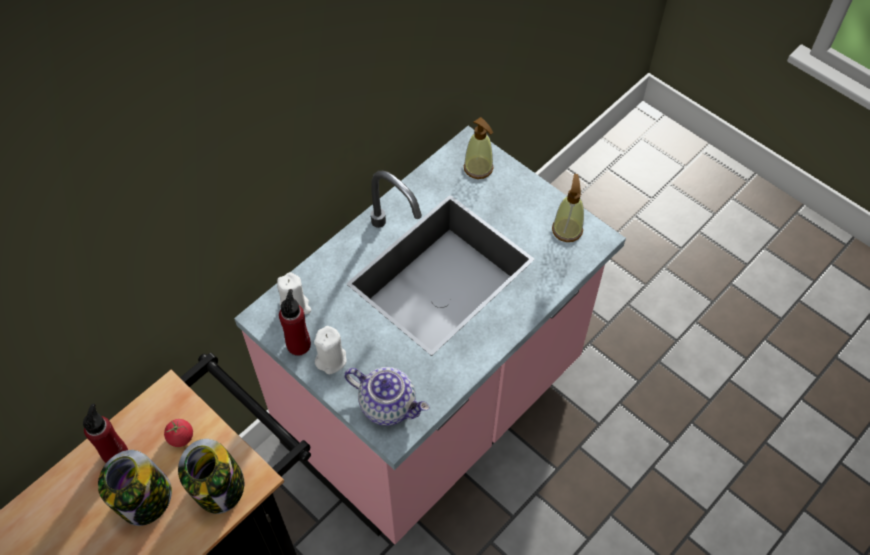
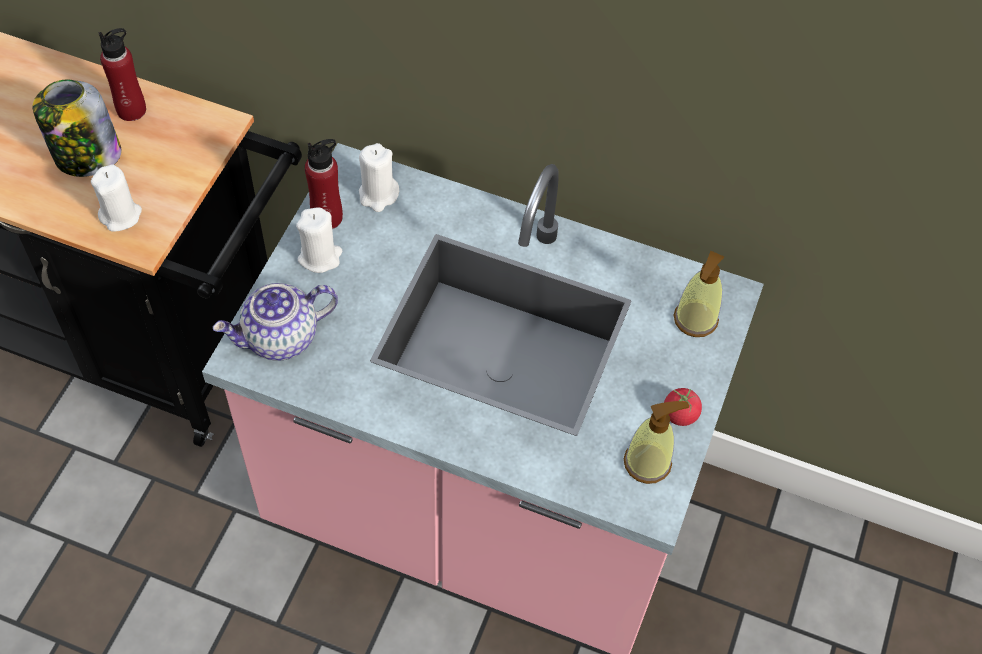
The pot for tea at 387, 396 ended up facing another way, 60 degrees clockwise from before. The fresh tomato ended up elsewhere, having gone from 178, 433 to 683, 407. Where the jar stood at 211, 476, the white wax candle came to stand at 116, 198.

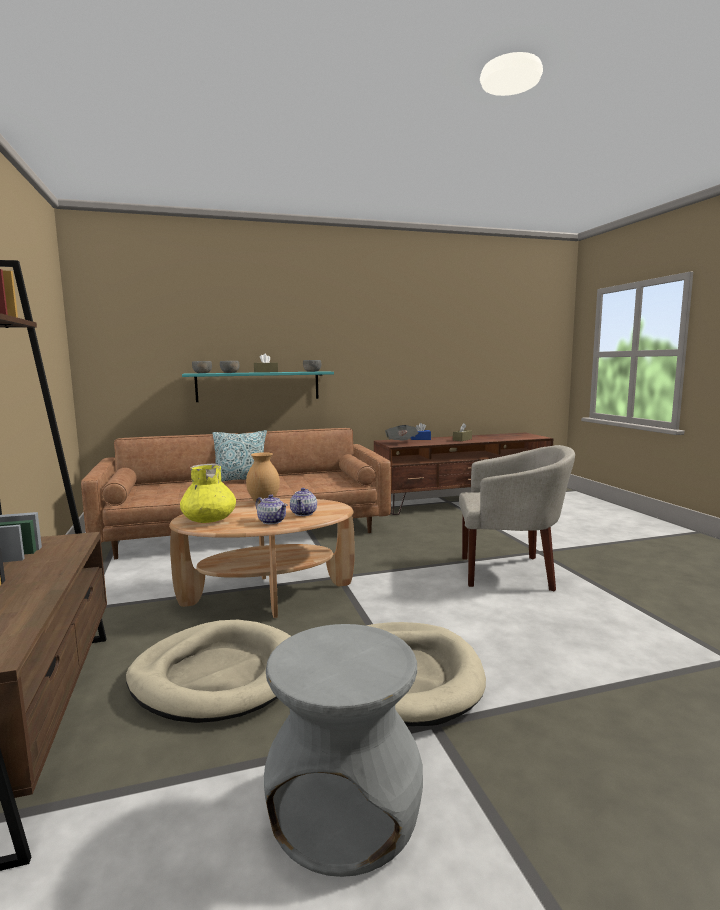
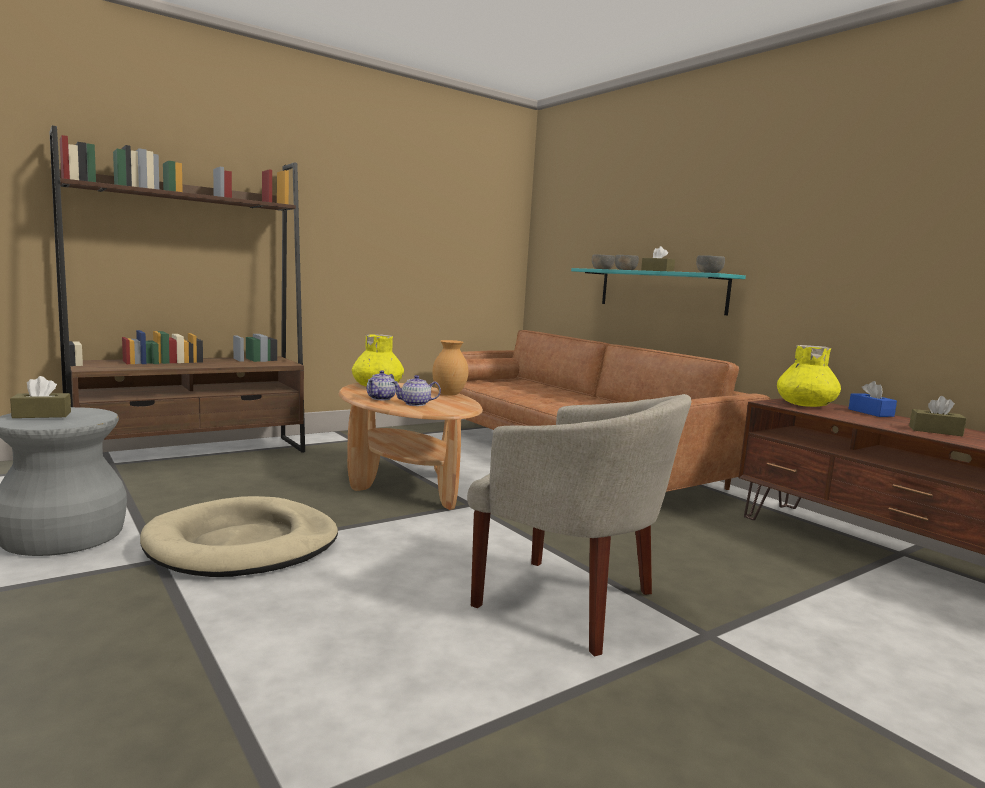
Where the printed paper stood at 402, 432, the yellow-coloured vase came to stand at 809, 376. The second view lost the throw pillow at 240, 456. The beige-coloured armchair at 517, 518 ended up facing another way, 45 degrees counterclockwise from before. The second view lost the beige-coloured pet bed at 208, 671. The second view gained the brown tissue holder at 40, 397.

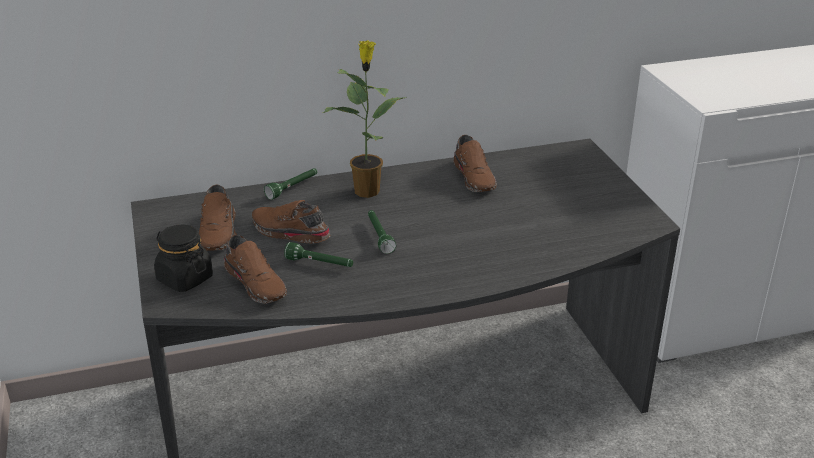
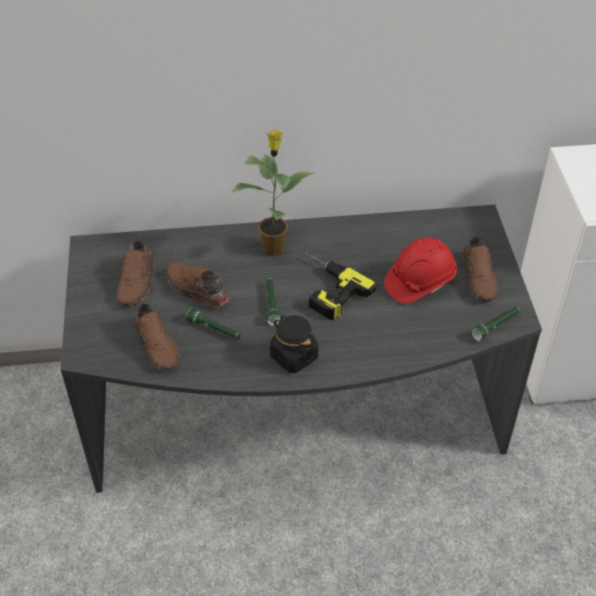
The brown low shoe ended up elsewhere, having gone from 475, 163 to 480, 268. The green-coloured flashlight ended up elsewhere, having gone from 290, 184 to 496, 323. The black-coloured jar ended up elsewhere, having gone from 183, 258 to 294, 344. The second view gained the red-coloured work helmet at 420, 271. The second view gained the electric drill at 340, 286.

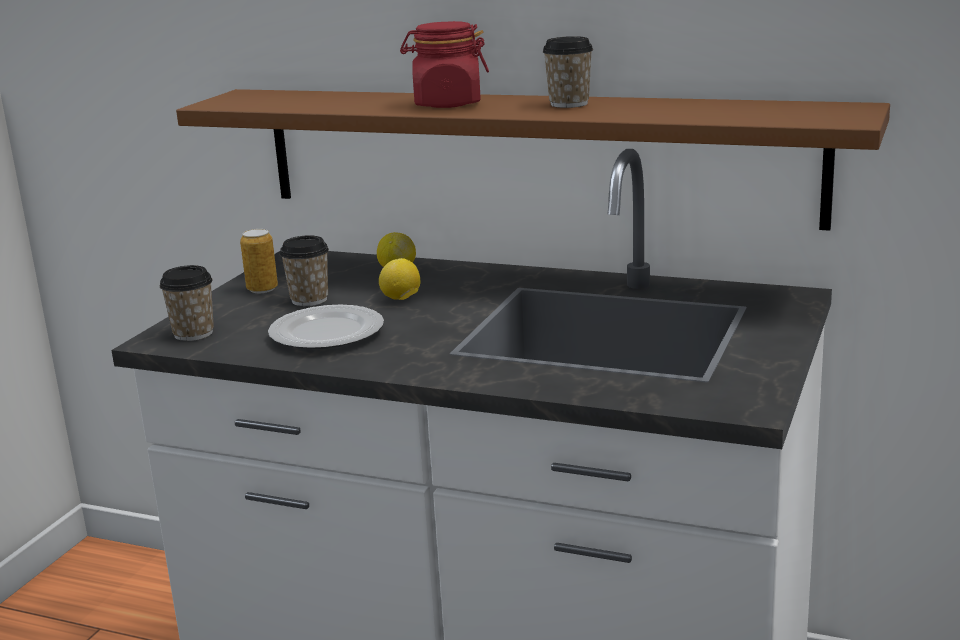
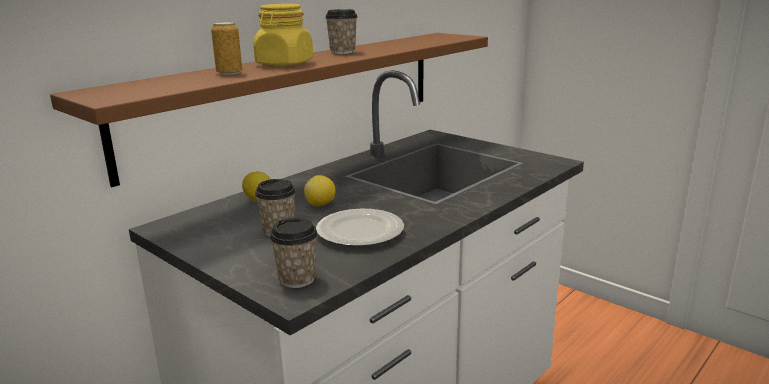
What was the red-coloured jar at 444, 64 turned into the yellow-coloured jar at 283, 35. The metal can ended up elsewhere, having gone from 259, 261 to 226, 48.

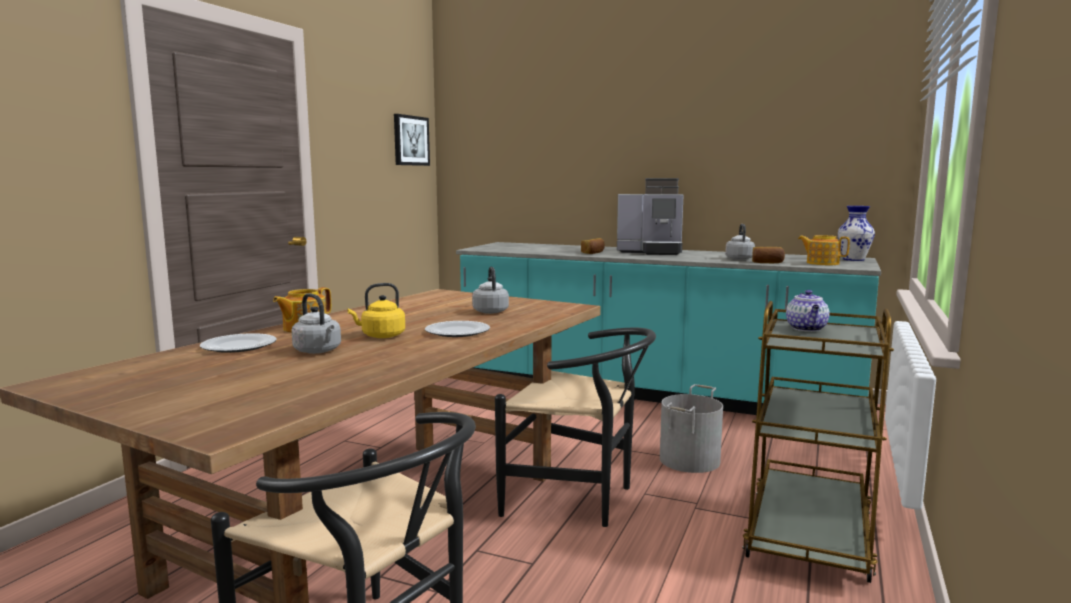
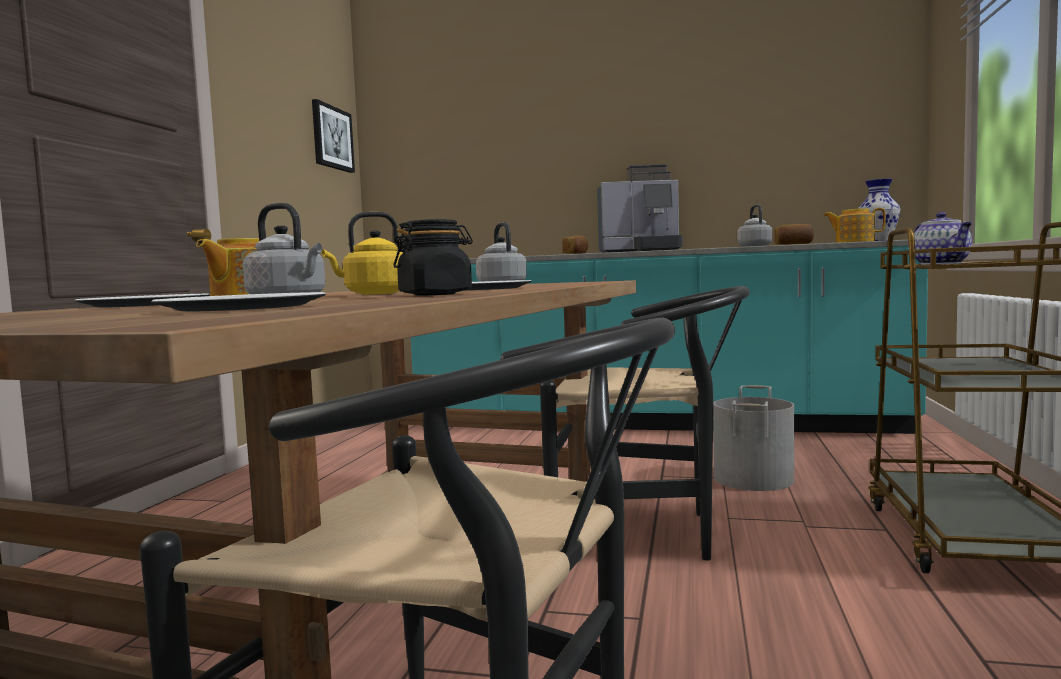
The second view gained the black-coloured jar at 433, 257. The second view gained the dinner plate at 238, 301.

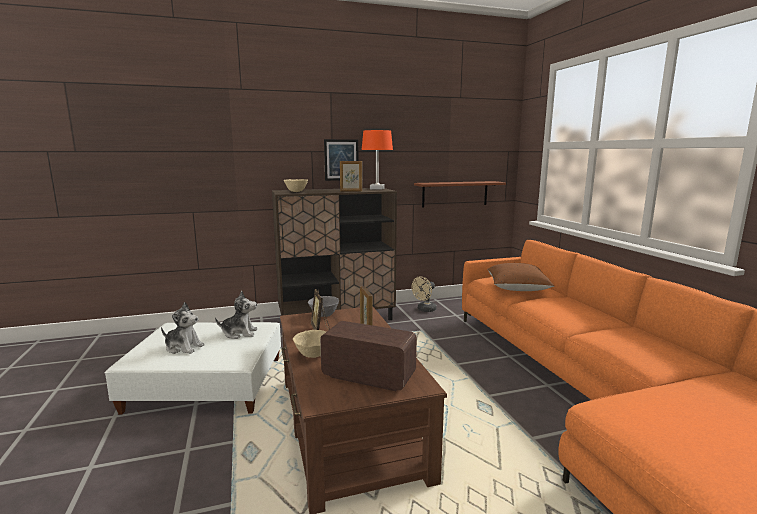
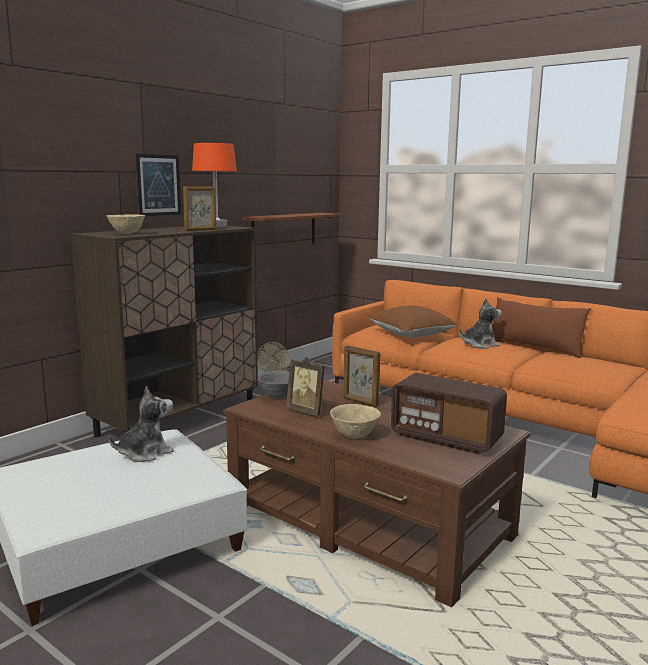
The soft toy ended up elsewhere, having gone from 183, 328 to 480, 323. The radio receiver at 368, 356 ended up facing another way, 135 degrees counterclockwise from before. The second view gained the brown throw pillow at 541, 327.

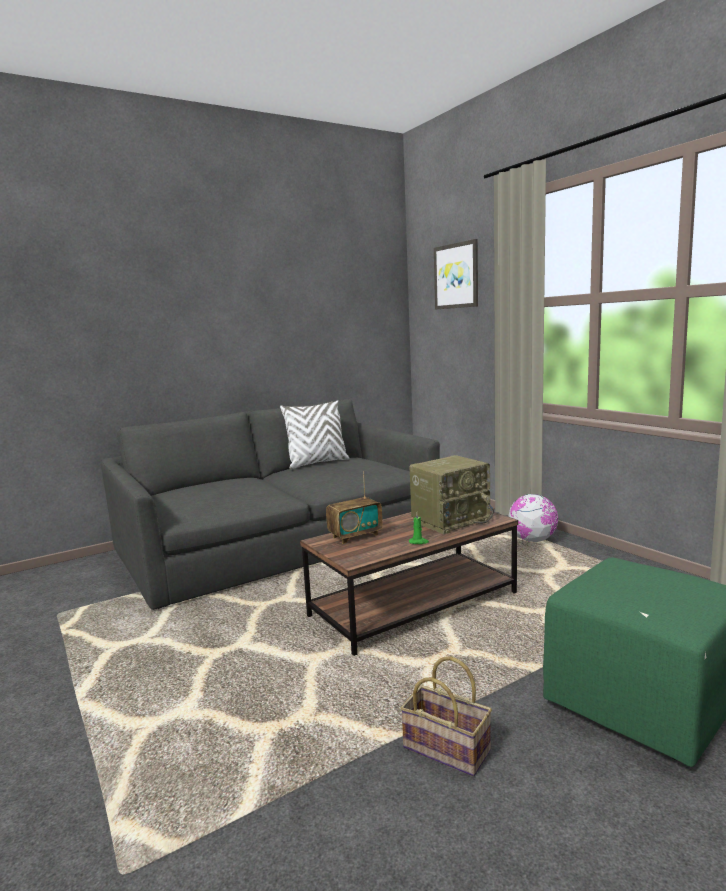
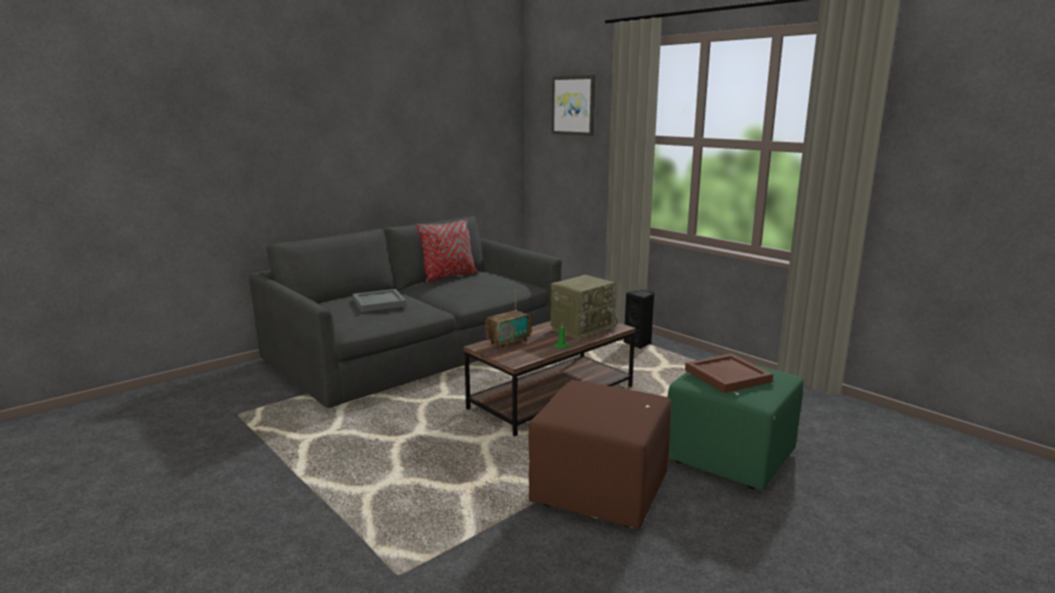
What was the white throw pillow at 314, 434 turned into the red-coloured throw pillow at 447, 251. Where the world globe stood at 533, 518, the black-coloured loudspeaker came to stand at 639, 319. Where the basket stood at 446, 716, the brown footrest came to stand at 599, 454. The second view gained the greyish tray at 380, 300. The second view gained the brown tray at 729, 373.

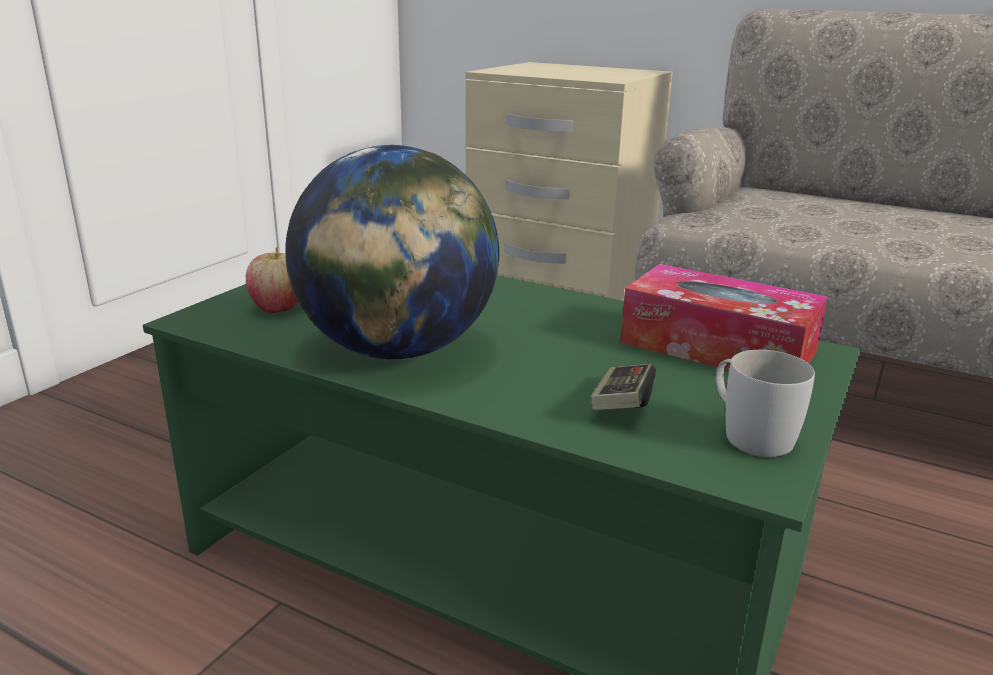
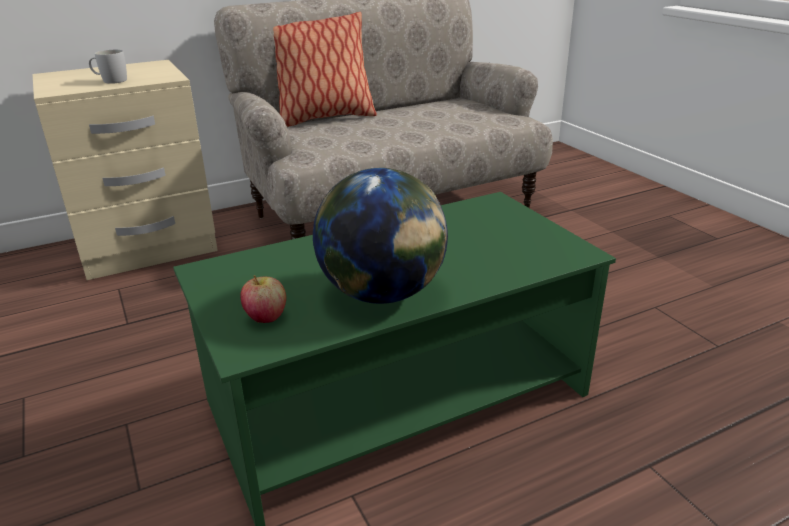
The second view lost the tissue holder at 723, 317. The white mug ended up elsewhere, having gone from 765, 403 to 108, 67. The second view lost the gamepad at 623, 387. The second view gained the throw pillow at 325, 69.

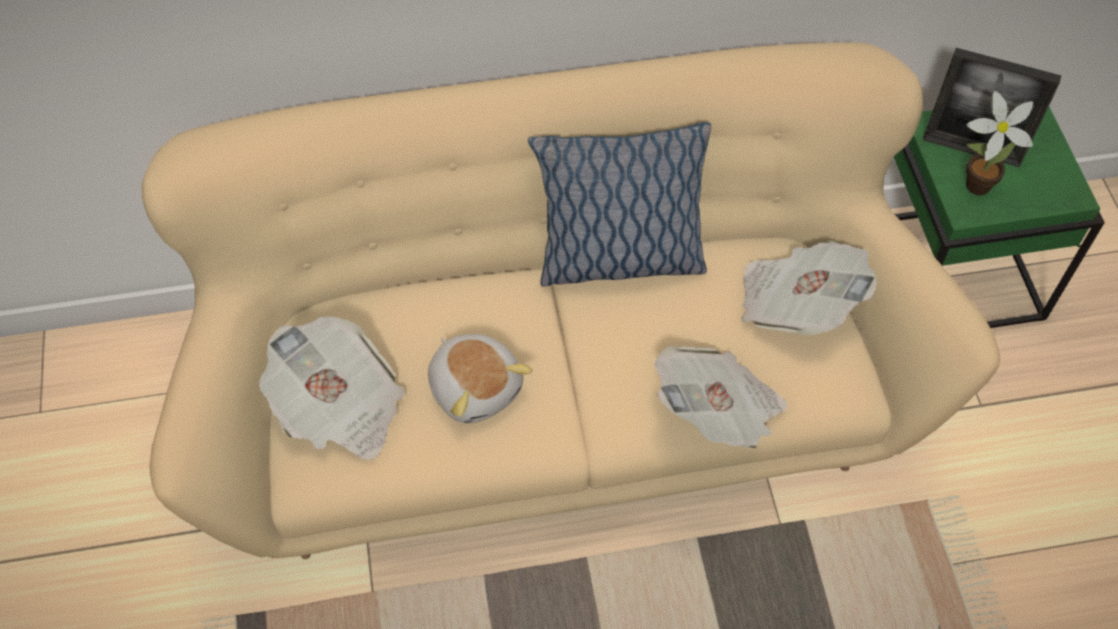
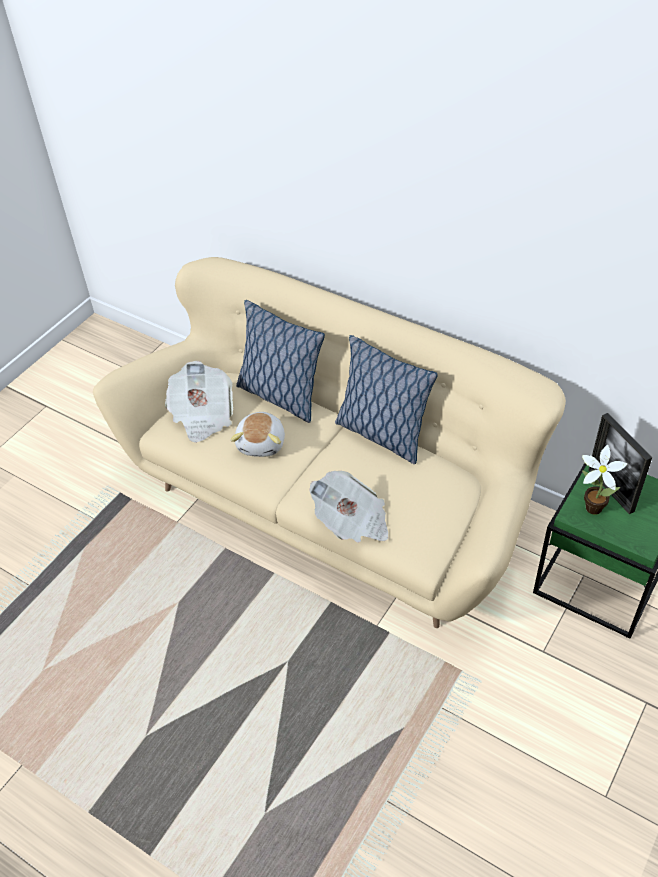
The second view lost the printed paper at 809, 288. The second view gained the throw pillow at 280, 361.

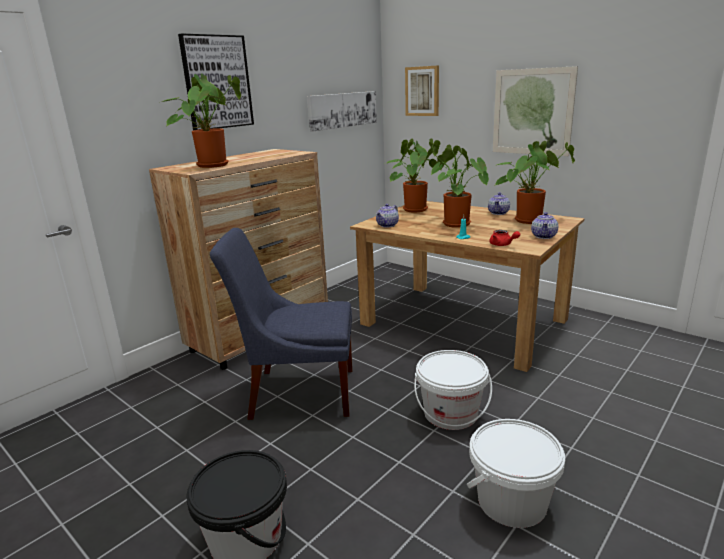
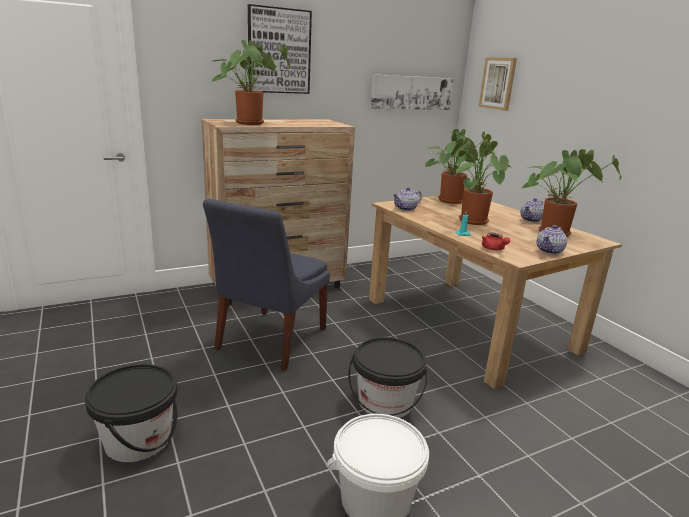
The second view lost the picture at 535, 111. The blue-coloured upright chair at 281, 324 ended up facing another way, 90 degrees counterclockwise from before. What was the white pail at 453, 390 turned into the black-coloured pail at 387, 377.

